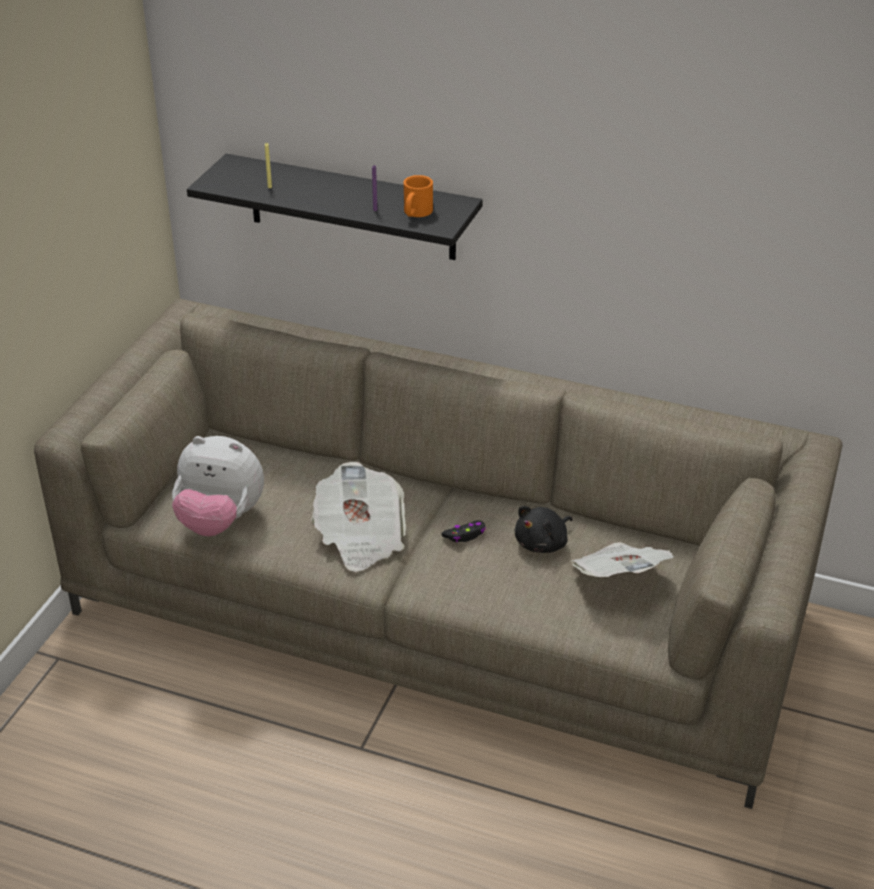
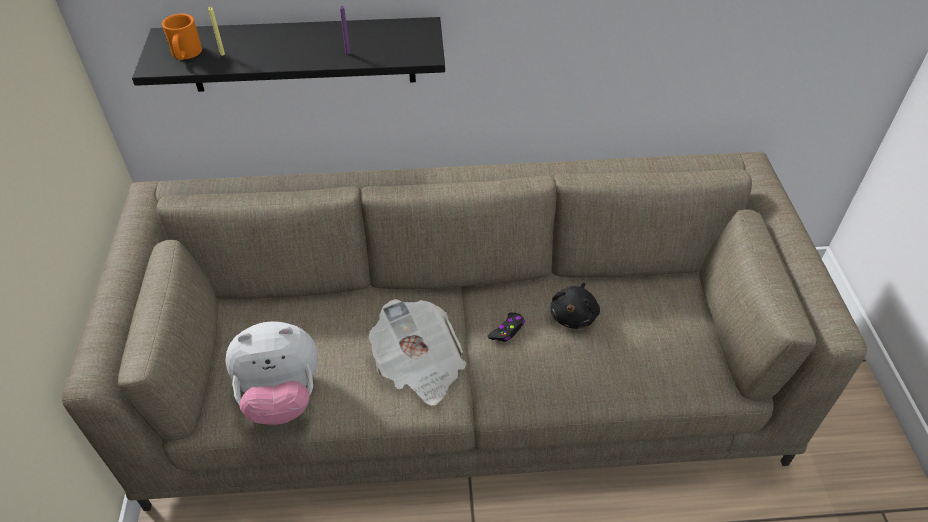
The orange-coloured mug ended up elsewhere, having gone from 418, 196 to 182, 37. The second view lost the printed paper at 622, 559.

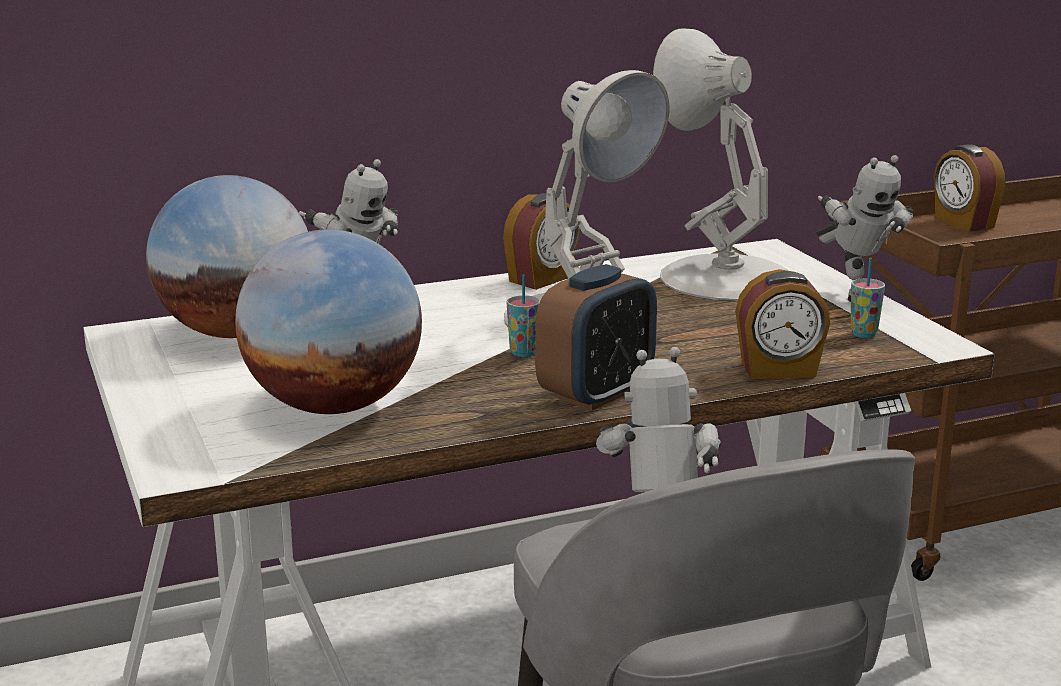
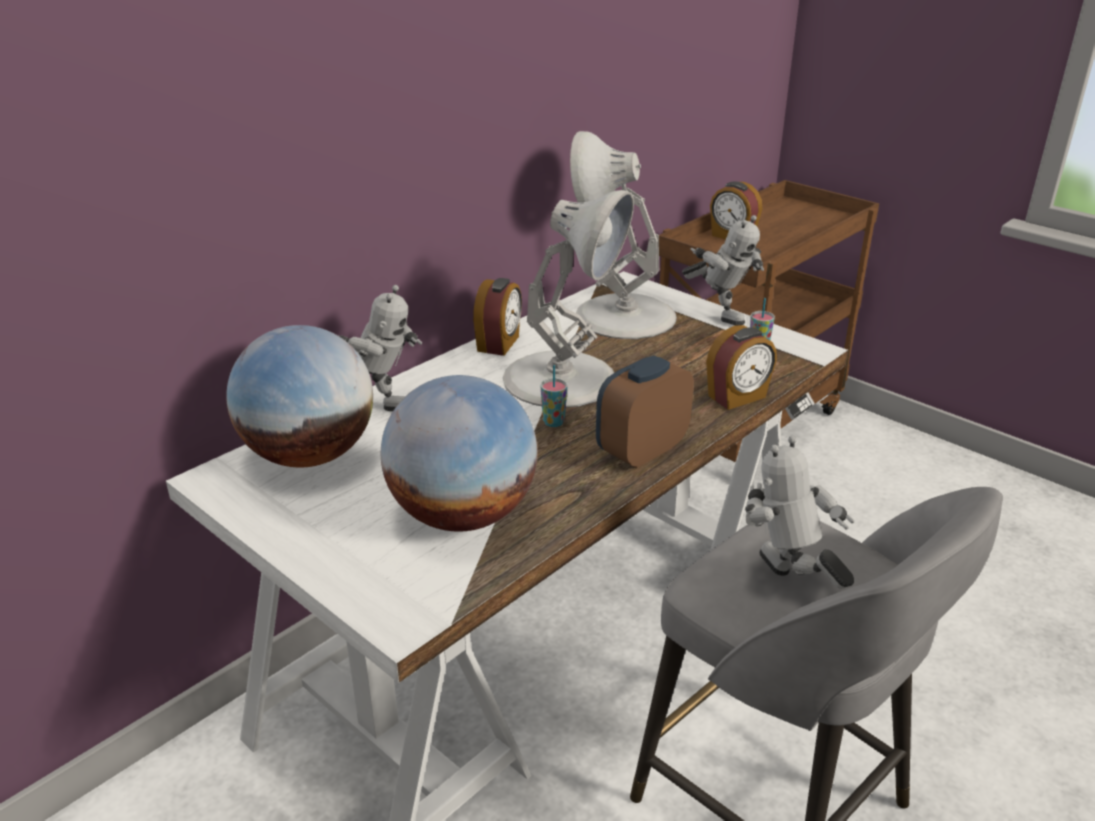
The table clock at 596, 337 ended up facing another way, 150 degrees counterclockwise from before.

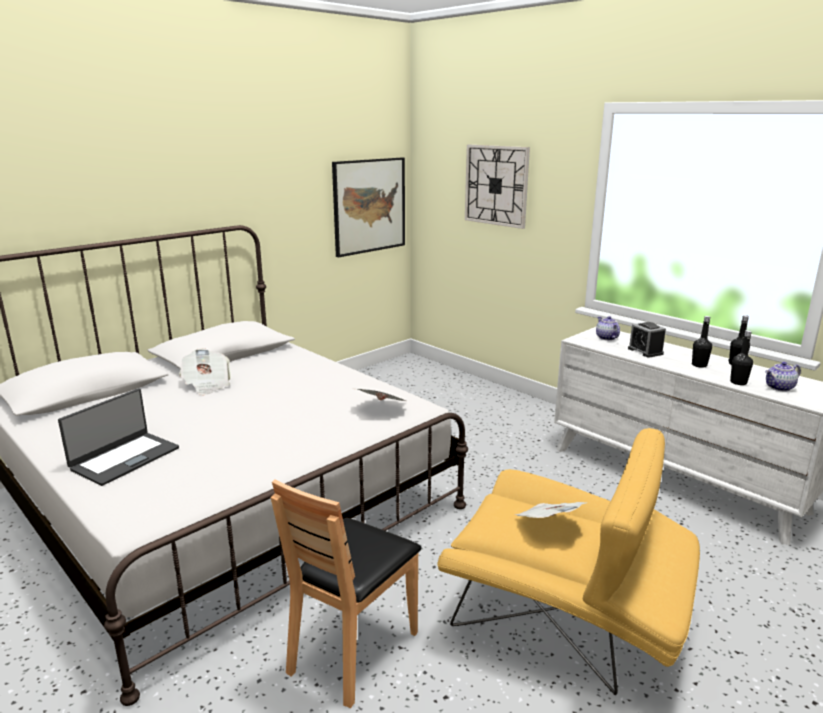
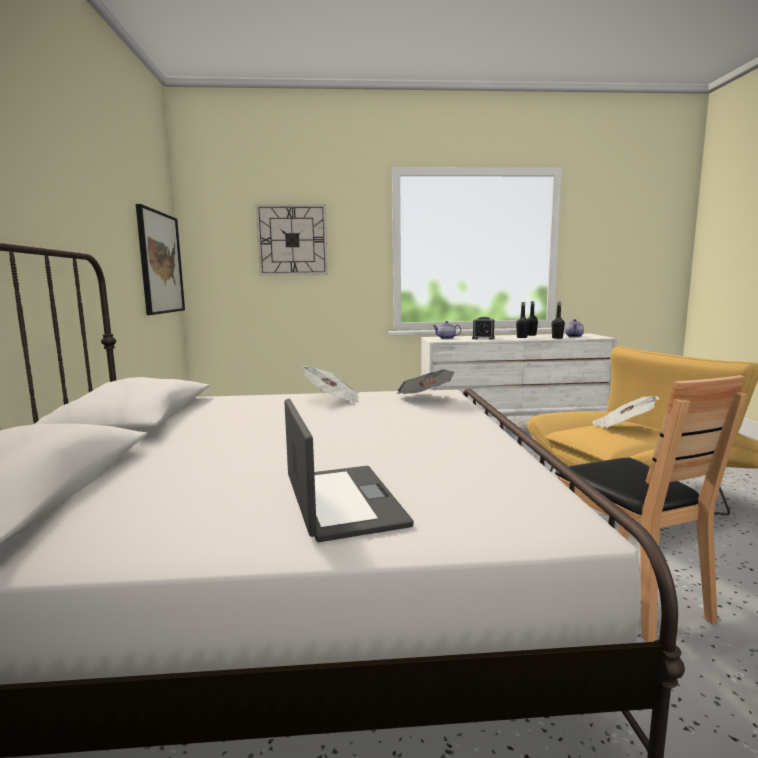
The printed paper ended up elsewhere, having gone from 205, 371 to 331, 384.

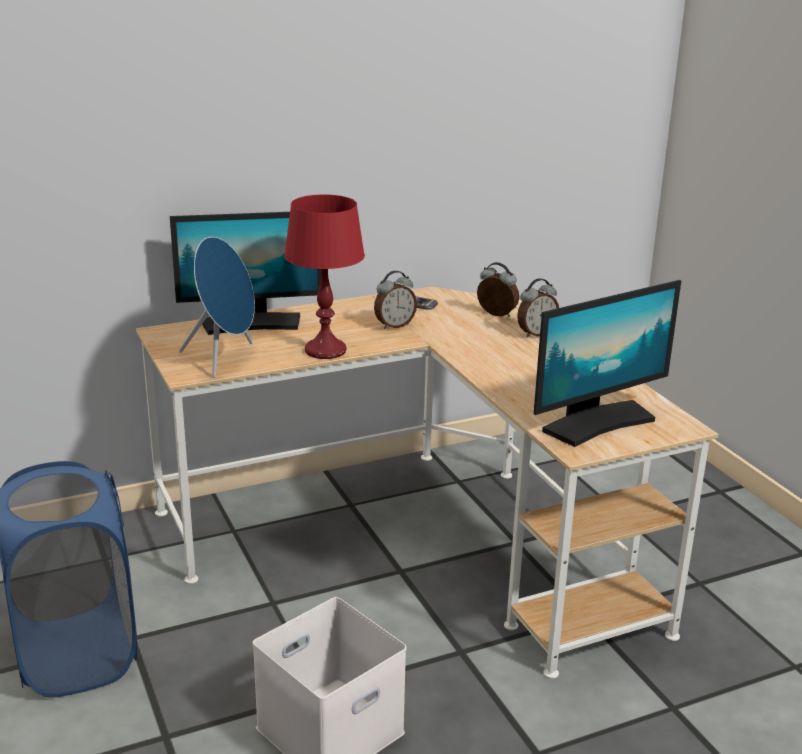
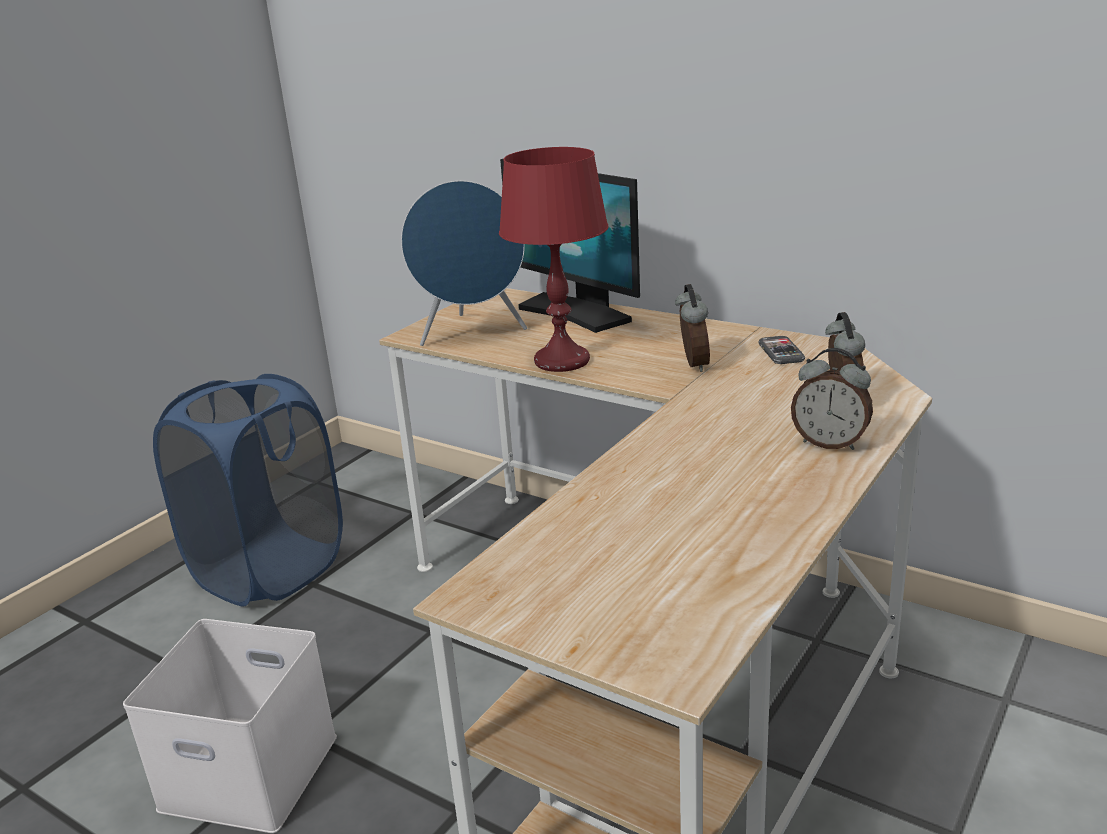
The table clock at 395, 300 ended up facing another way, 120 degrees counterclockwise from before. The second view lost the monitor at 607, 363.

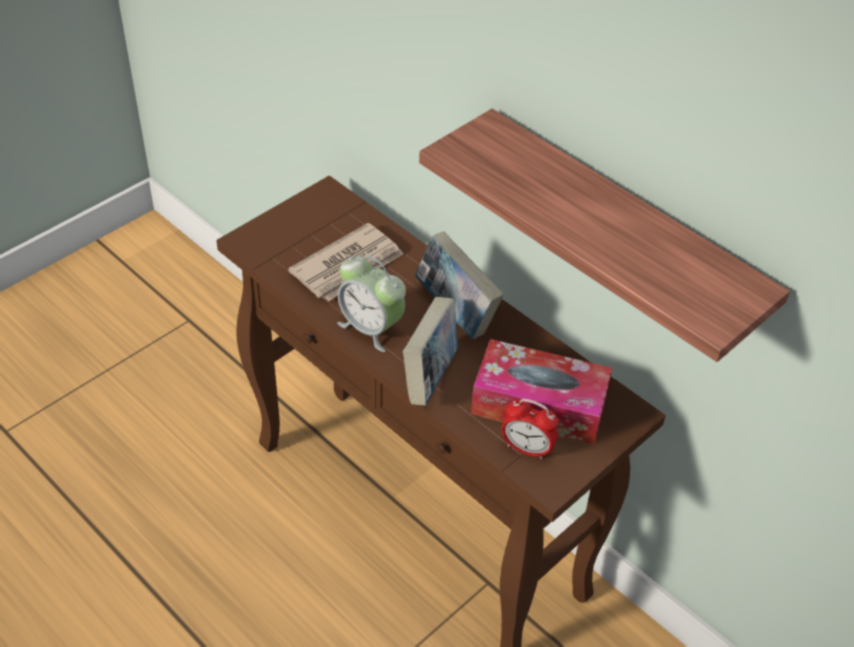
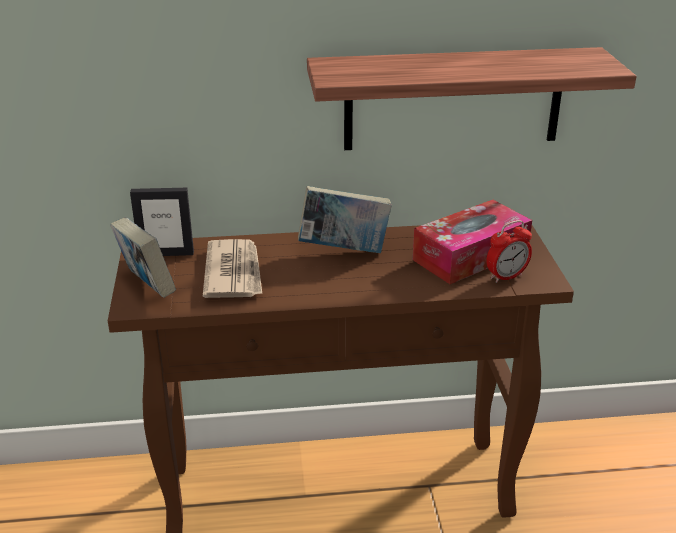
The second view lost the table clock at 371, 304. The bound book ended up elsewhere, having gone from 430, 351 to 143, 257. The second view gained the standing frame at 162, 222.

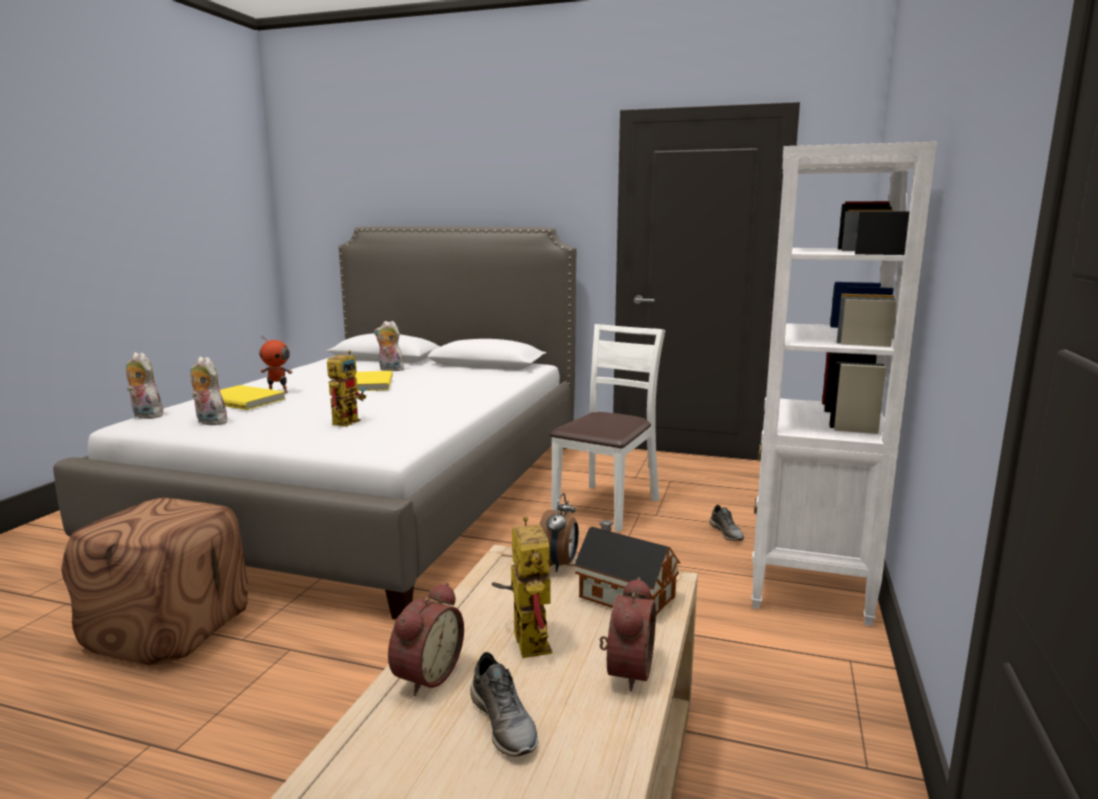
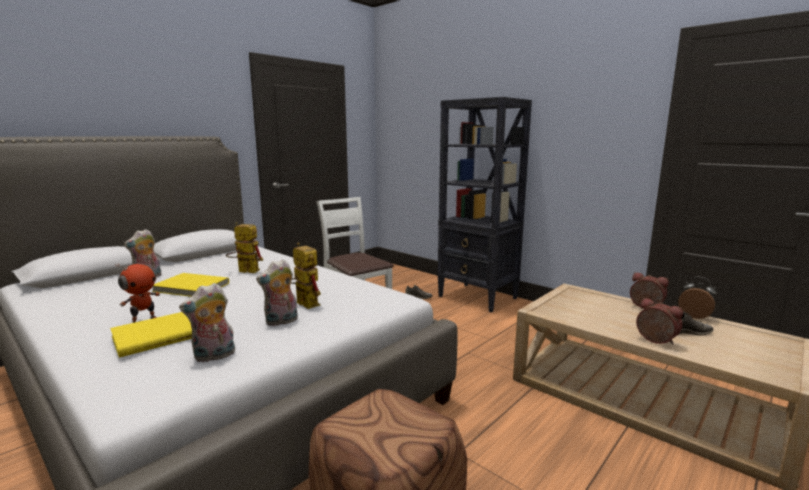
What was the white shelving unit at 844, 384 turned into the black-coloured shelving unit at 484, 205. The soft toy ended up elsewhere, having gone from 145, 385 to 277, 292. The table clock ended up elsewhere, having gone from 559, 532 to 697, 298. The model robot ended up elsewhere, having gone from 522, 587 to 244, 247. The second view lost the toy house at 627, 567.

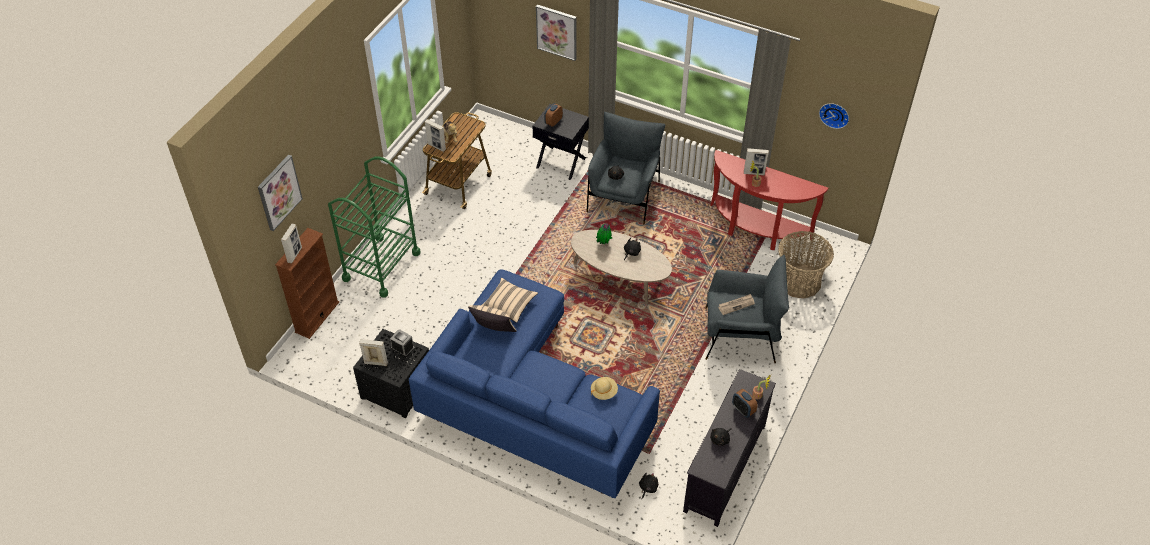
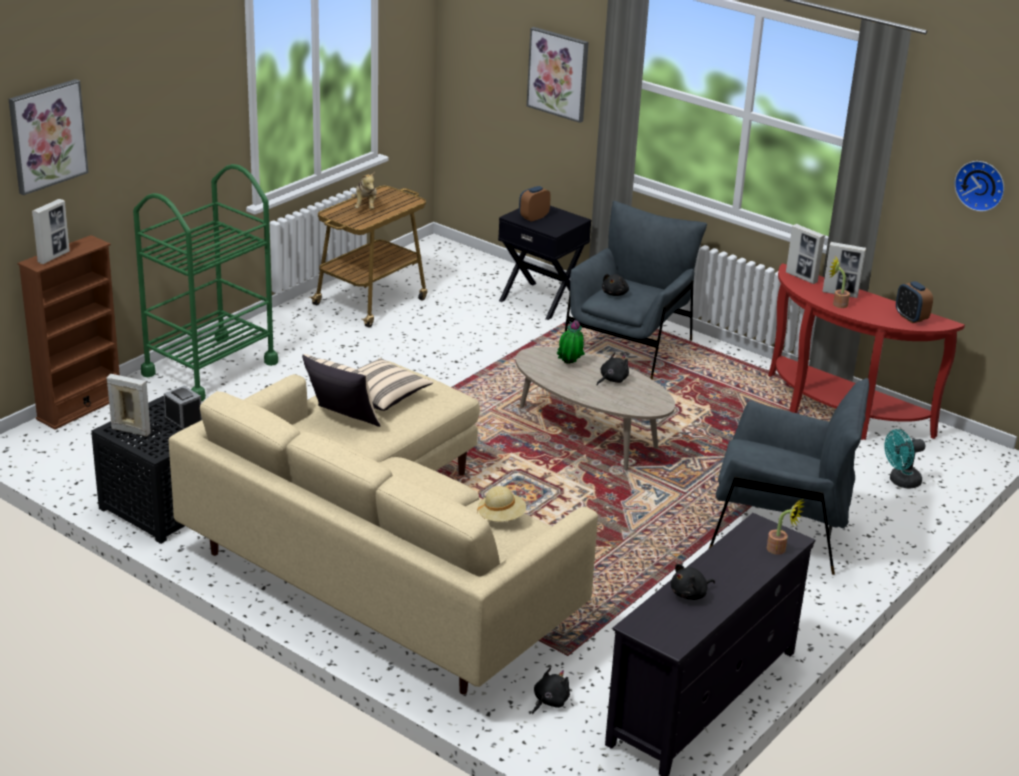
The standing frame ended up elsewhere, having gone from 435, 135 to 805, 254. Where the basket stood at 806, 265, the blue-green electric fan came to stand at 904, 459. What was the blue-coloured settee at 534, 383 turned into the beige-coloured settee at 383, 527. The second view lost the printed paper at 736, 304. The table clock ended up elsewhere, having gone from 745, 403 to 914, 302.

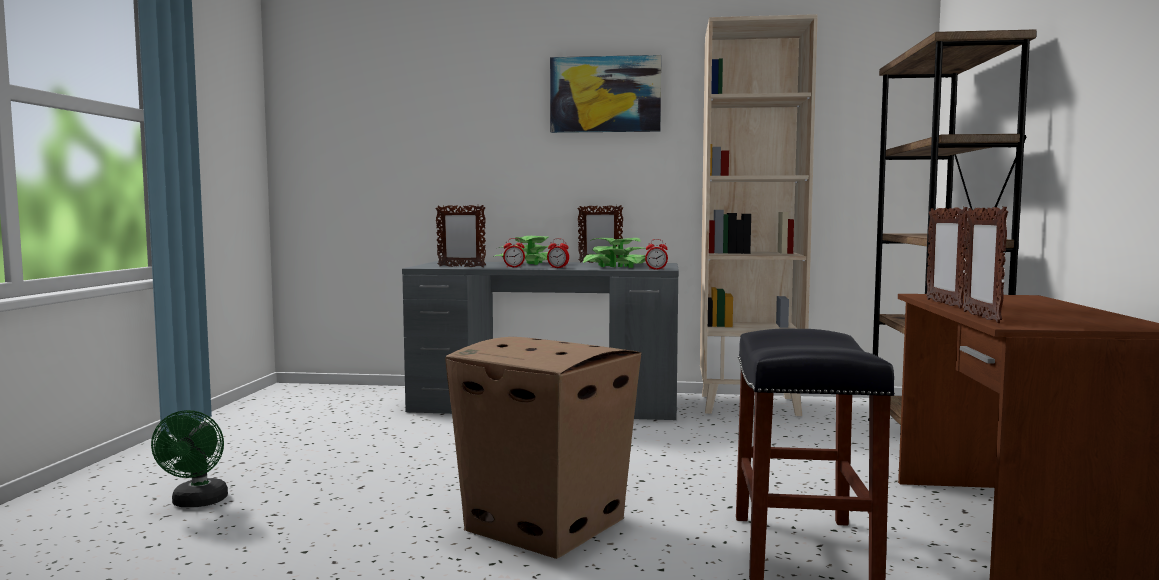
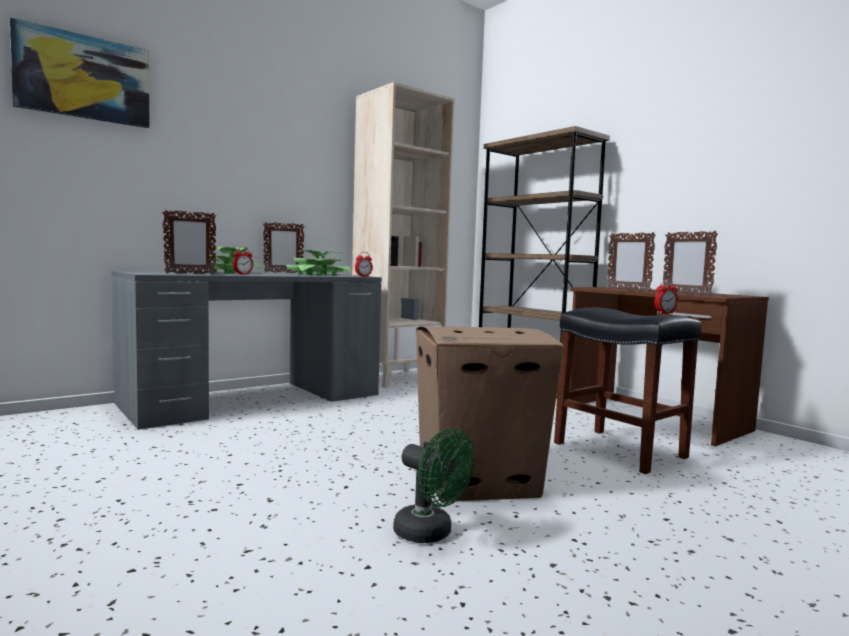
The picture ended up elsewhere, having gone from 605, 94 to 79, 73. The table clock ended up elsewhere, having gone from 558, 253 to 666, 297. The green-coloured electric fan ended up elsewhere, having gone from 189, 458 to 433, 485.

